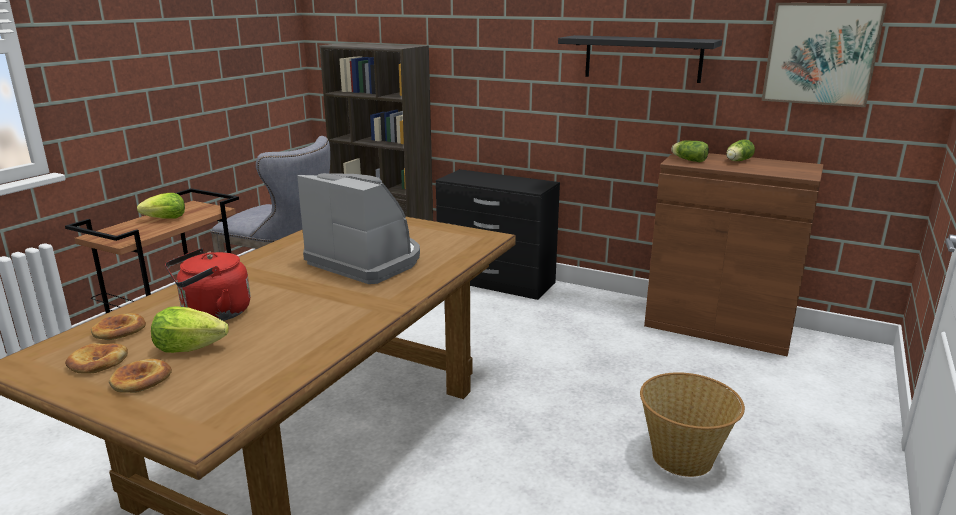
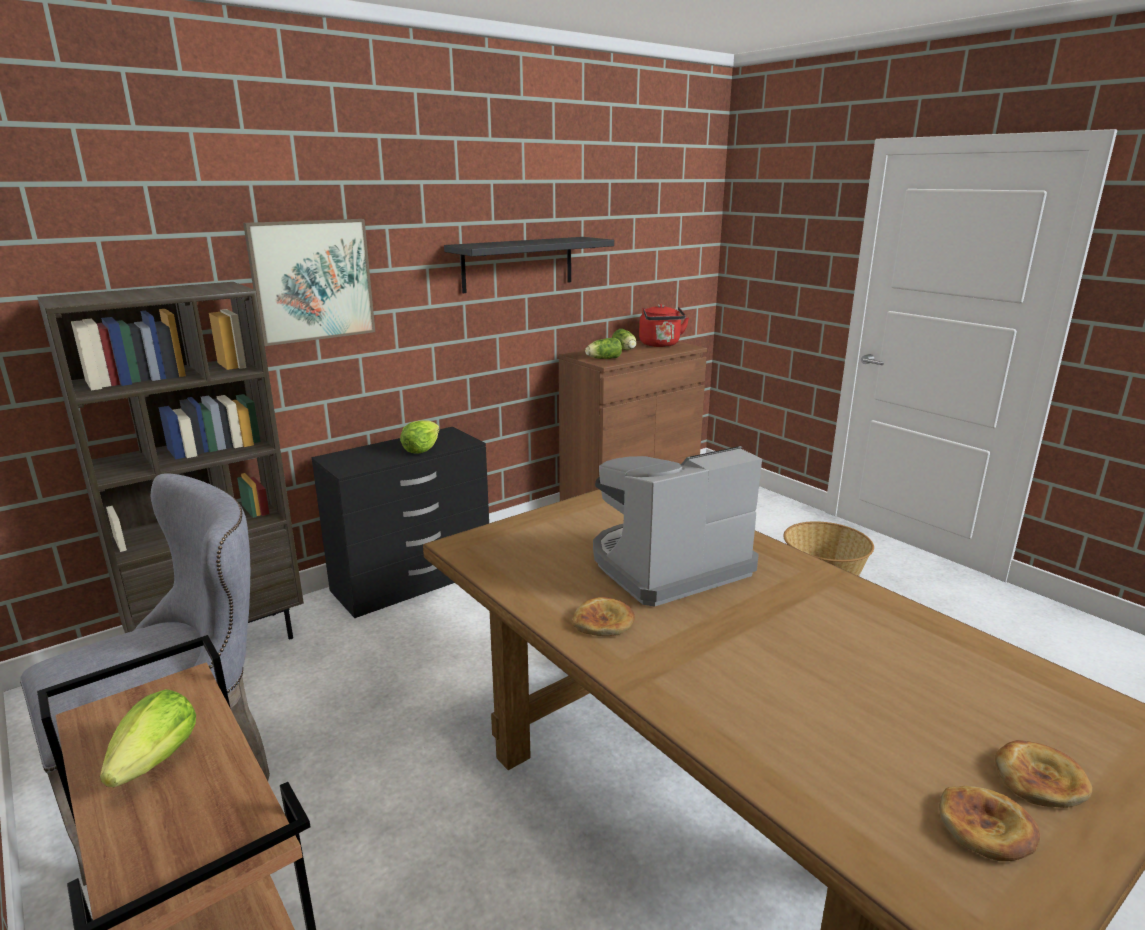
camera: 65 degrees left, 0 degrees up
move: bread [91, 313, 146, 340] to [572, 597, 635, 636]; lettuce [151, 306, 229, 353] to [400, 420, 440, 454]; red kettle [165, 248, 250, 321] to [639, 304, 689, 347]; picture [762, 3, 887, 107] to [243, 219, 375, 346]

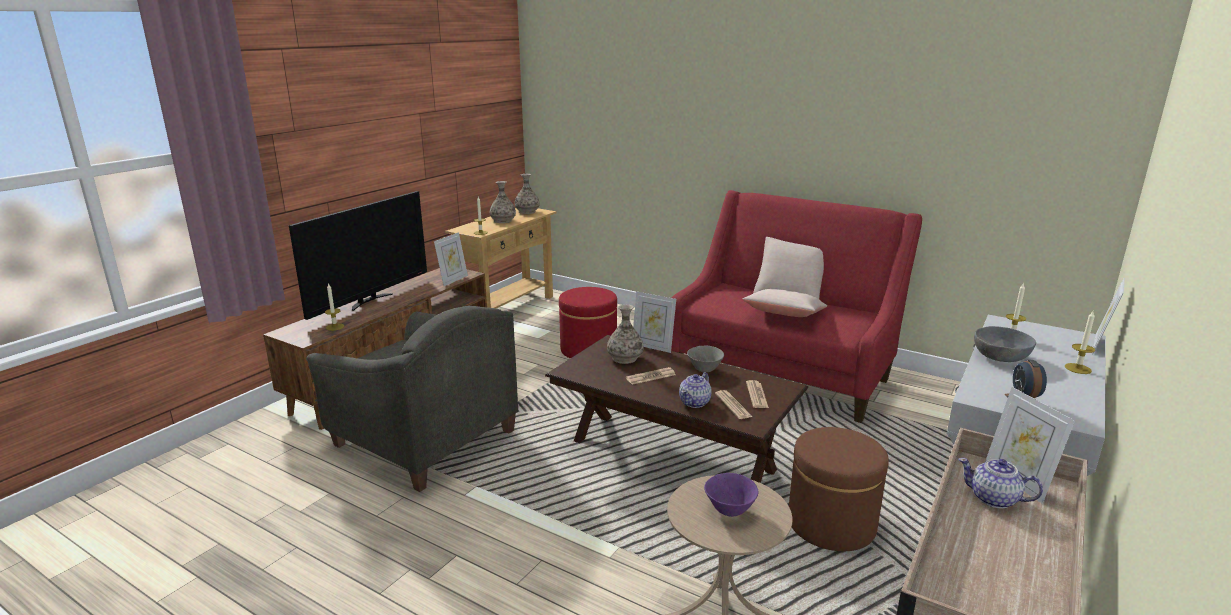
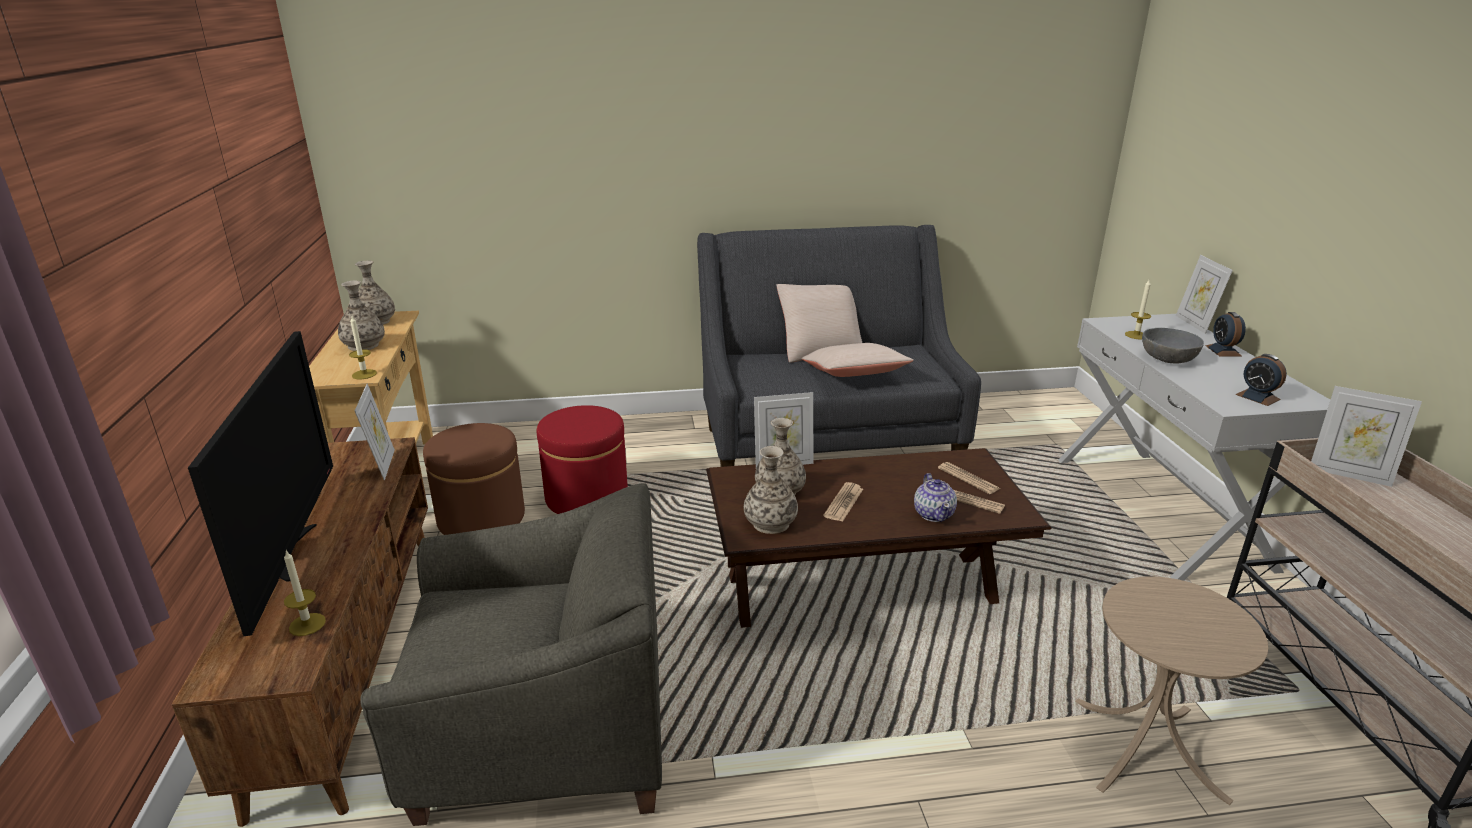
camera: 40 degrees left, 5 degrees up
delete: grey bowl [687, 346, 724, 373]; purple bowl [704, 473, 758, 517]; teapot [958, 458, 1043, 509]
insert: vase [744, 446, 798, 534]
move: brown ottoman [789, 427, 889, 551] to [423, 423, 525, 535]
replace: candle [1065, 311, 1095, 374] to alarm clock [1205, 312, 1246, 357]
recolor: red sofa [671, 190, 922, 423] to grey sofa [697, 225, 981, 467]

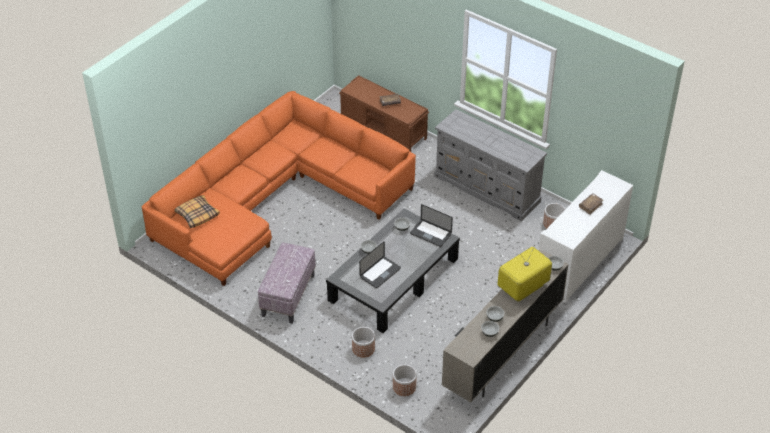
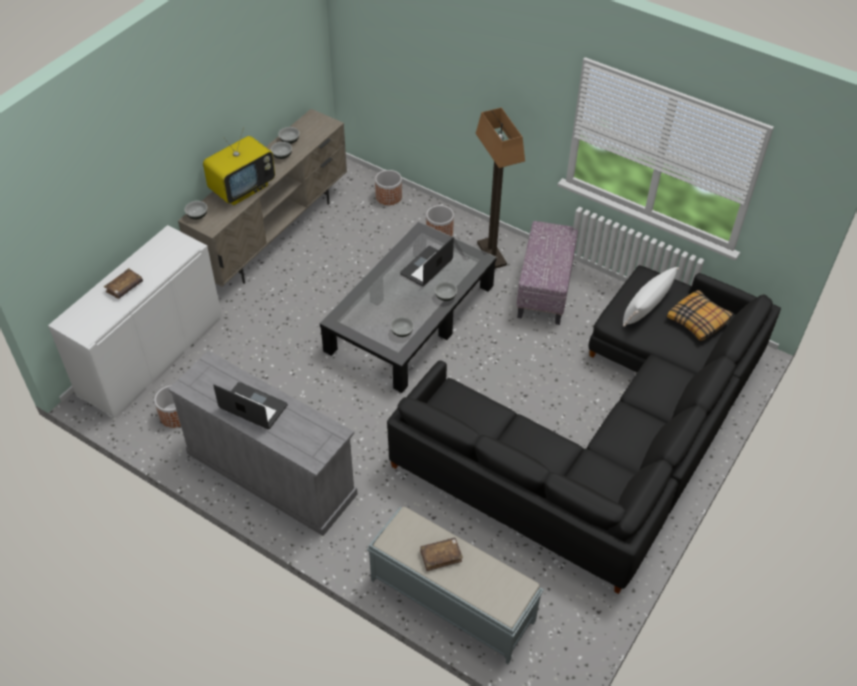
camera: 175 degrees right, 5 degrees up
insert: floor lamp [476, 107, 525, 269]; white pillow [623, 267, 679, 327]
move: laptop [410, 204, 453, 247] to [213, 382, 288, 429]
recolor: orange sofa [142, 91, 416, 286] to black sofa [387, 265, 781, 594]; brown bench [339, 75, 429, 152] to grey bench [367, 506, 544, 664]

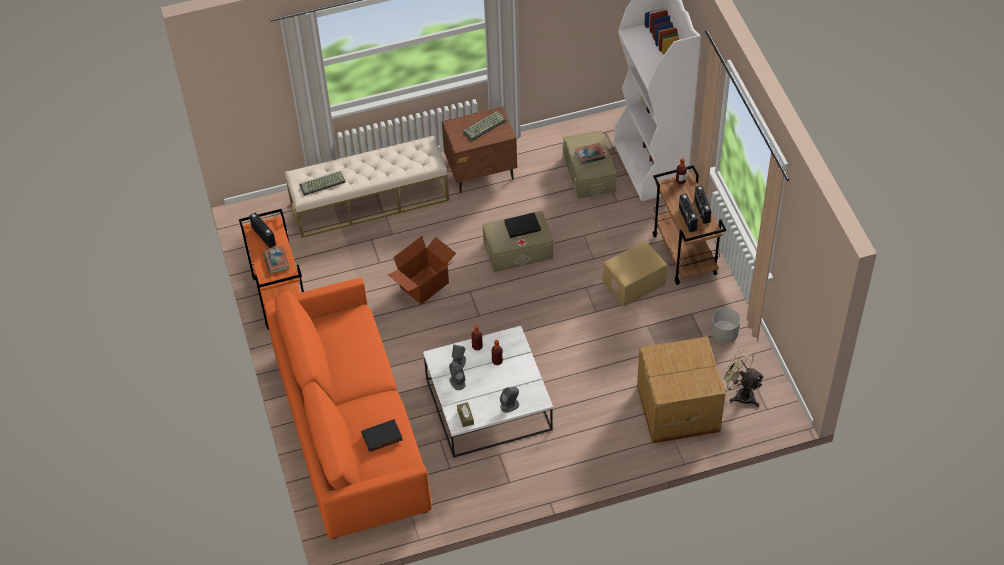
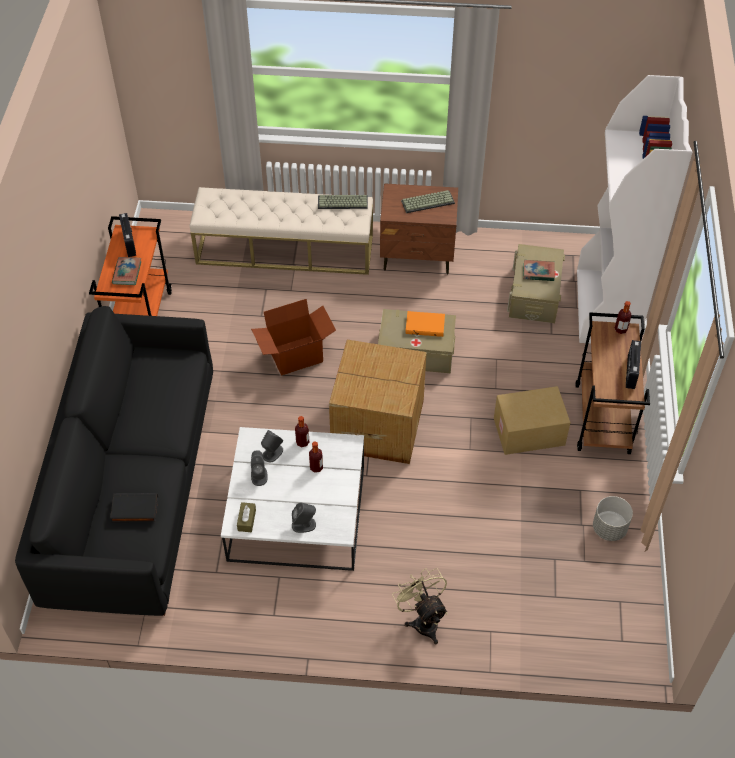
camera: 20 degrees right, 0 degrees up
delete: radio [679, 194, 698, 232]
move: keyboard [299, 171, 346, 196] to [318, 195, 368, 209]; cardboard box [637, 336, 726, 443] to [329, 340, 427, 464]; beige fan [722, 349, 765, 407] to [392, 568, 447, 644]
recolor: orange sofa [264, 278, 432, 539] to black sofa [15, 306, 213, 616]; black book [504, 212, 541, 238] to orange book [405, 311, 445, 337]

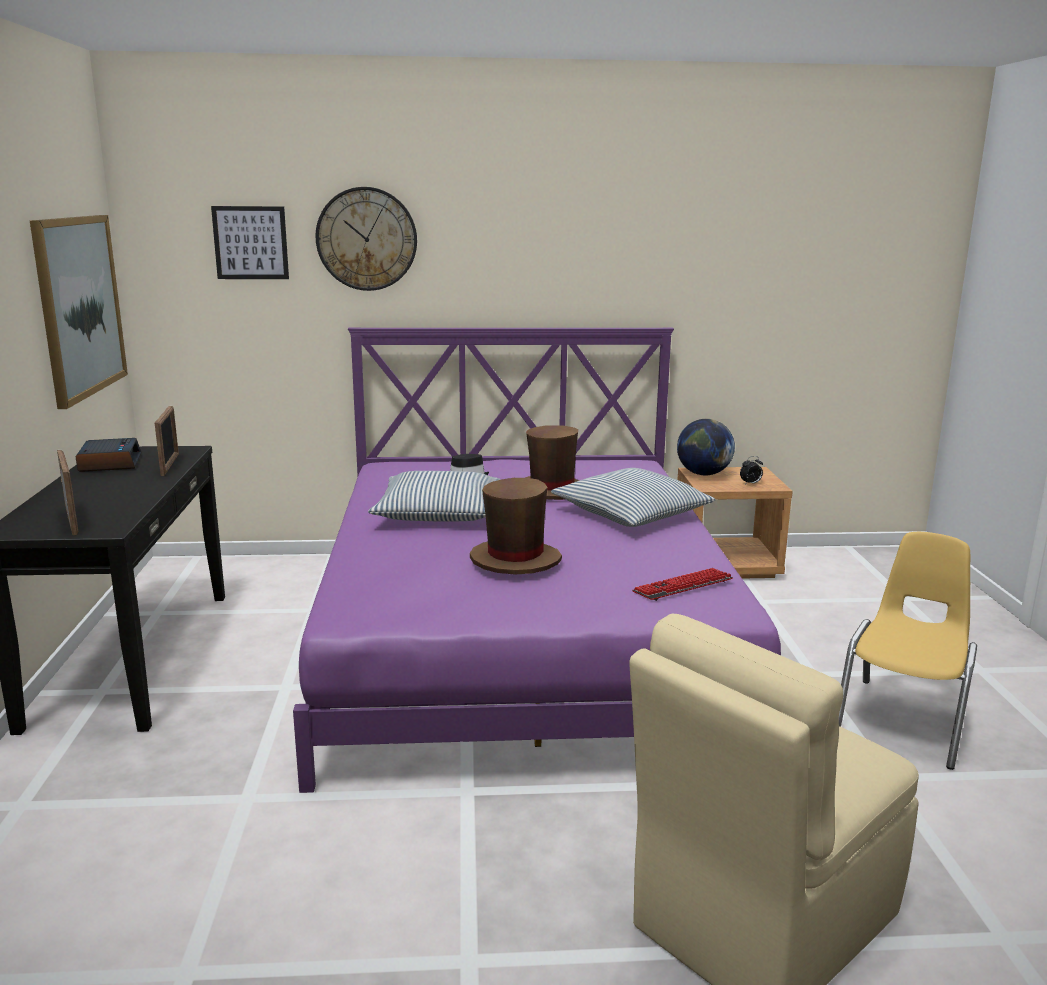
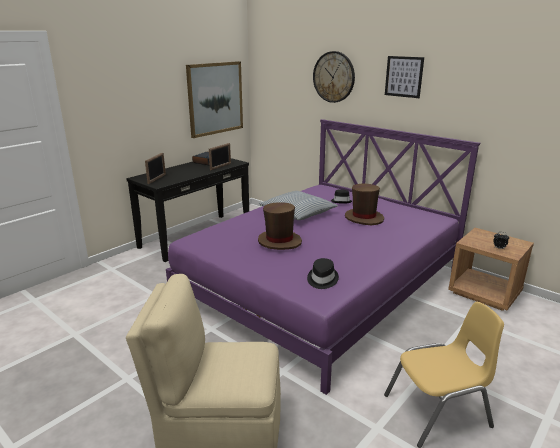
camera: 45 degrees right, 5 degrees up
delete: pillow [551, 468, 716, 527]; globe [677, 419, 735, 475]
move: picture [211, 206, 289, 279] to [385, 56, 424, 98]
replace: keyboard [632, 568, 733, 601] to black hat [307, 258, 339, 289]

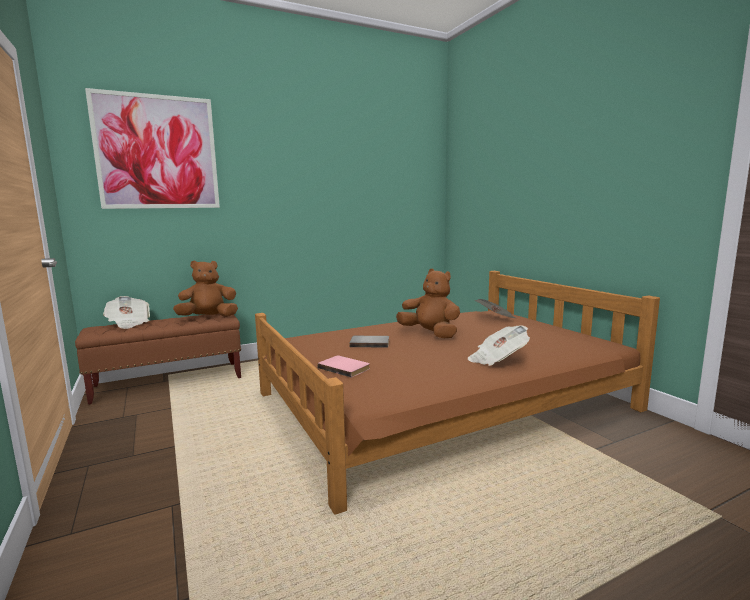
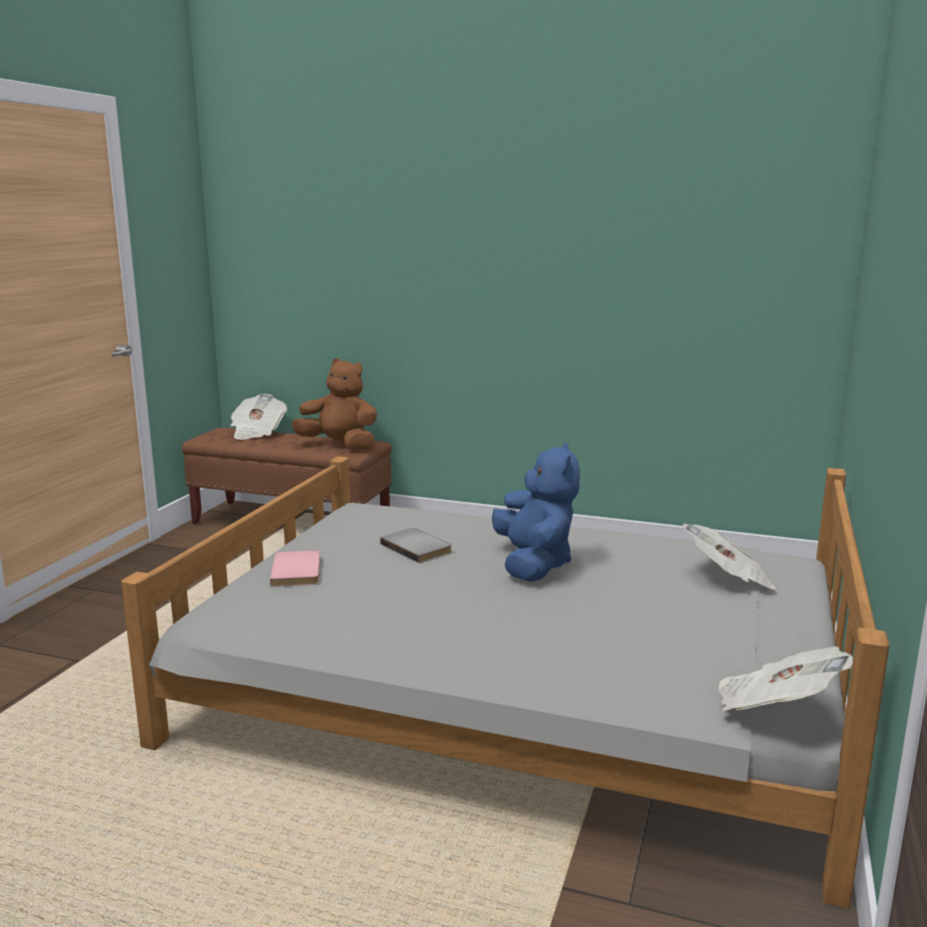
camera: 45 degrees right, 5 degrees up
delete: picture [85, 88, 220, 209]
move: newspaper [468, 325, 530, 366] to [719, 647, 853, 711]
recolor: brown bed [255, 271, 660, 515] to grey bed [121, 456, 889, 909]; brown plush toy [396, 268, 460, 338] to blue plush toy [492, 442, 580, 582]

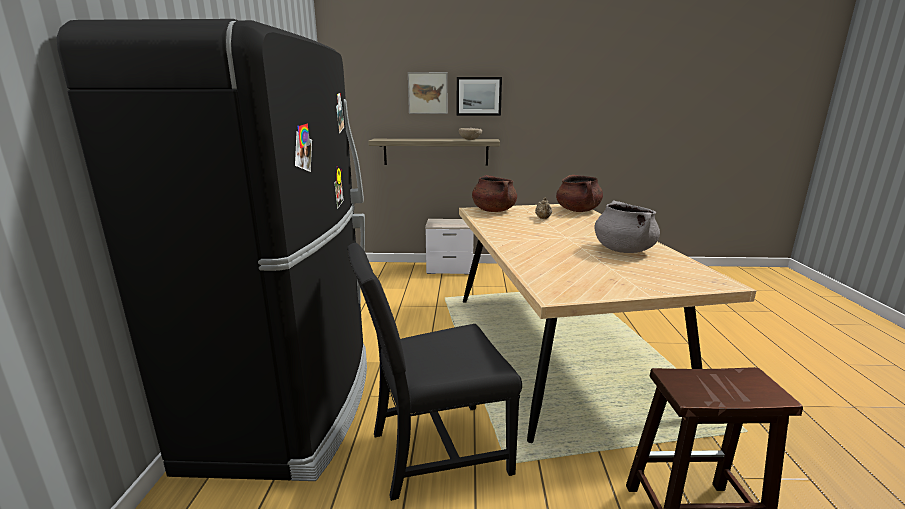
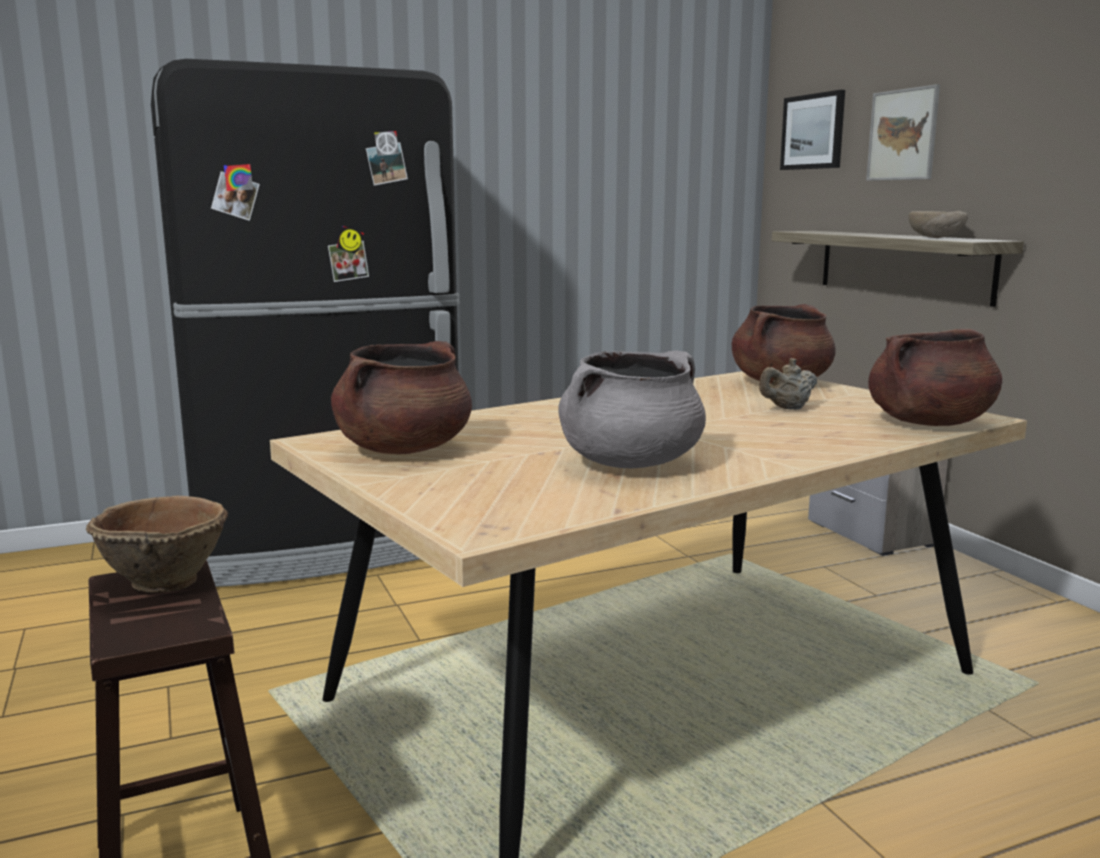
camera: 65 degrees right, 5 degrees down
delete: black chair [347, 243, 522, 501]
insert: brown bowl [86, 496, 228, 593]; brown cooking pot [331, 341, 472, 454]
move: picture [457, 77, 502, 116] to [780, 90, 845, 170]

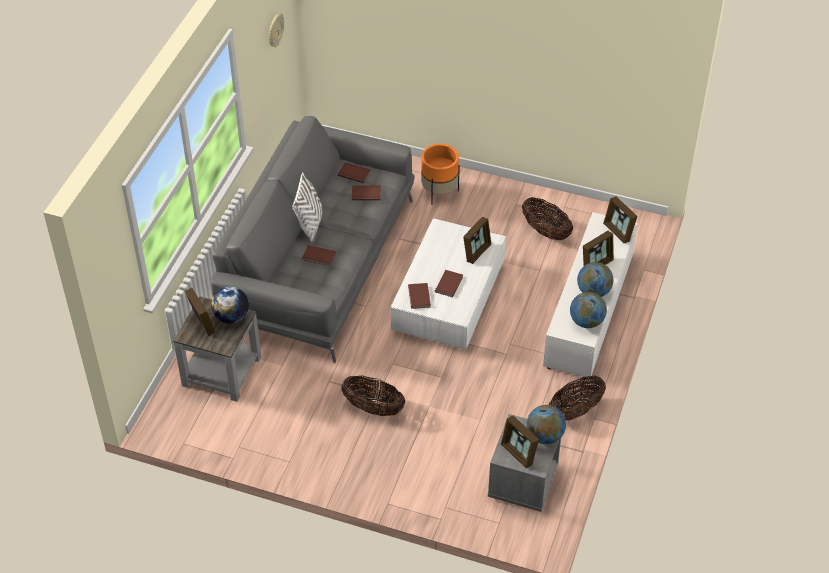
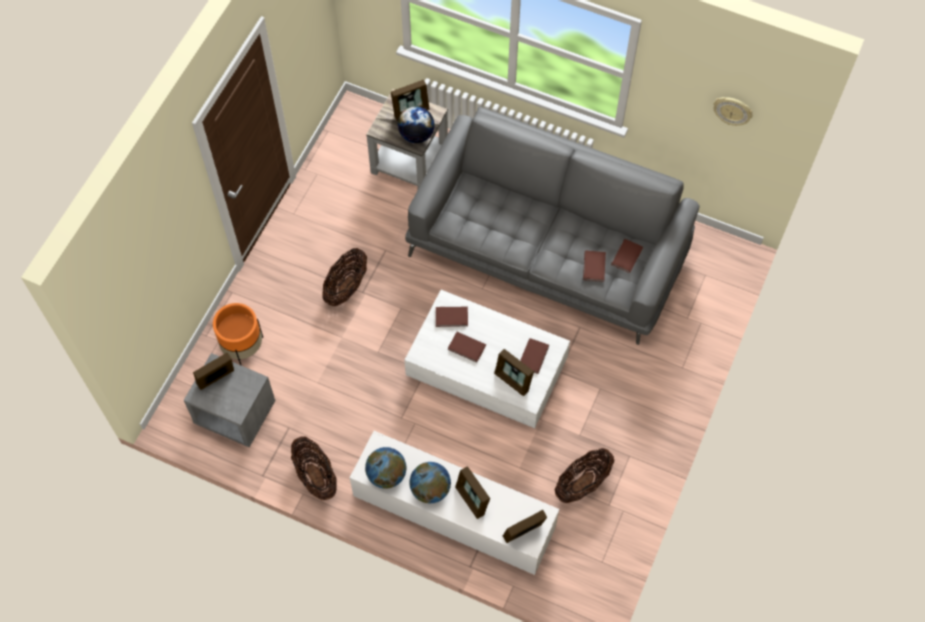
camera: 95 degrees right, 15 degrees up
delete: white pillow [292, 172, 322, 243]; globe [527, 405, 566, 444]
move: brown book [302, 245, 336, 266] to [520, 338, 549, 374]; orange planter [421, 144, 460, 205] to [213, 303, 263, 366]

